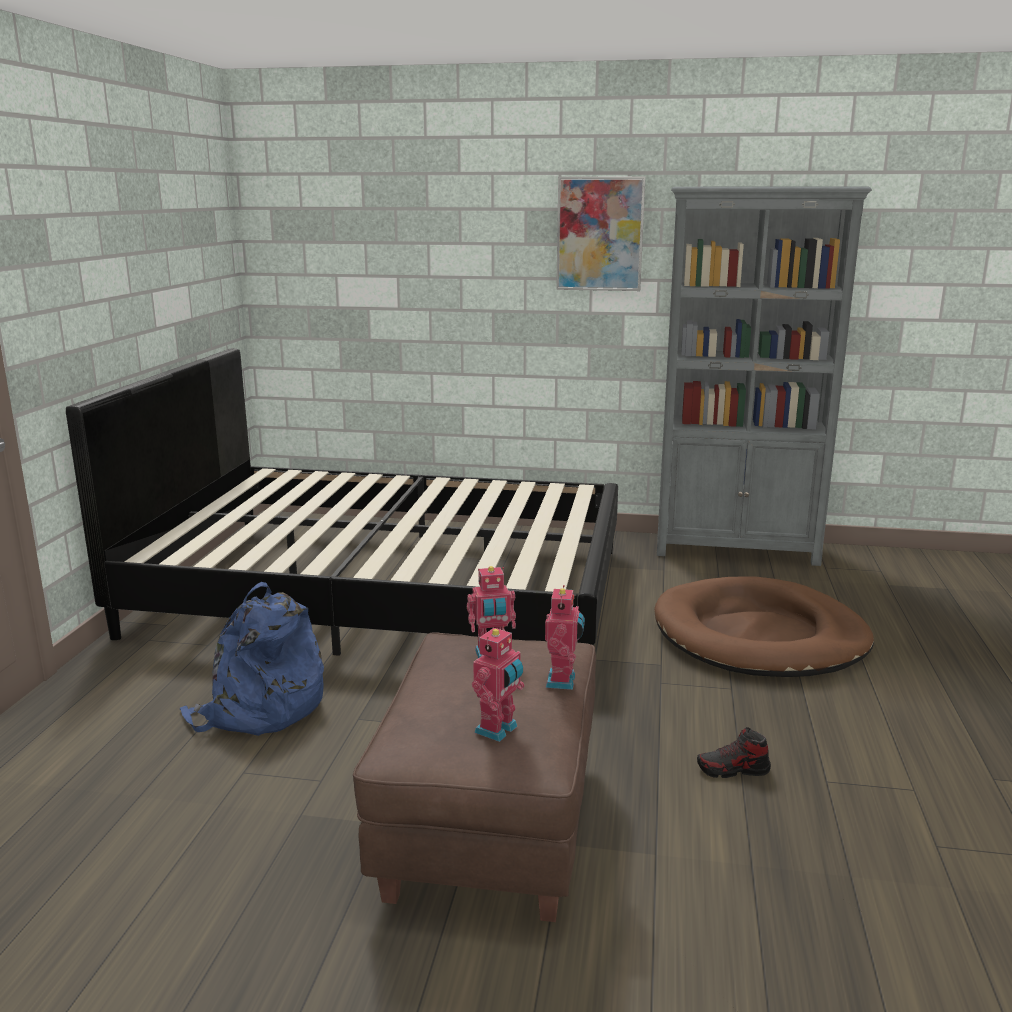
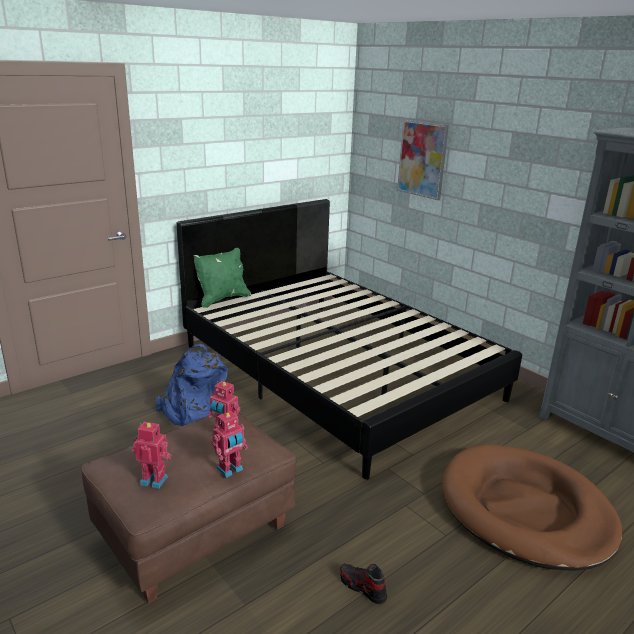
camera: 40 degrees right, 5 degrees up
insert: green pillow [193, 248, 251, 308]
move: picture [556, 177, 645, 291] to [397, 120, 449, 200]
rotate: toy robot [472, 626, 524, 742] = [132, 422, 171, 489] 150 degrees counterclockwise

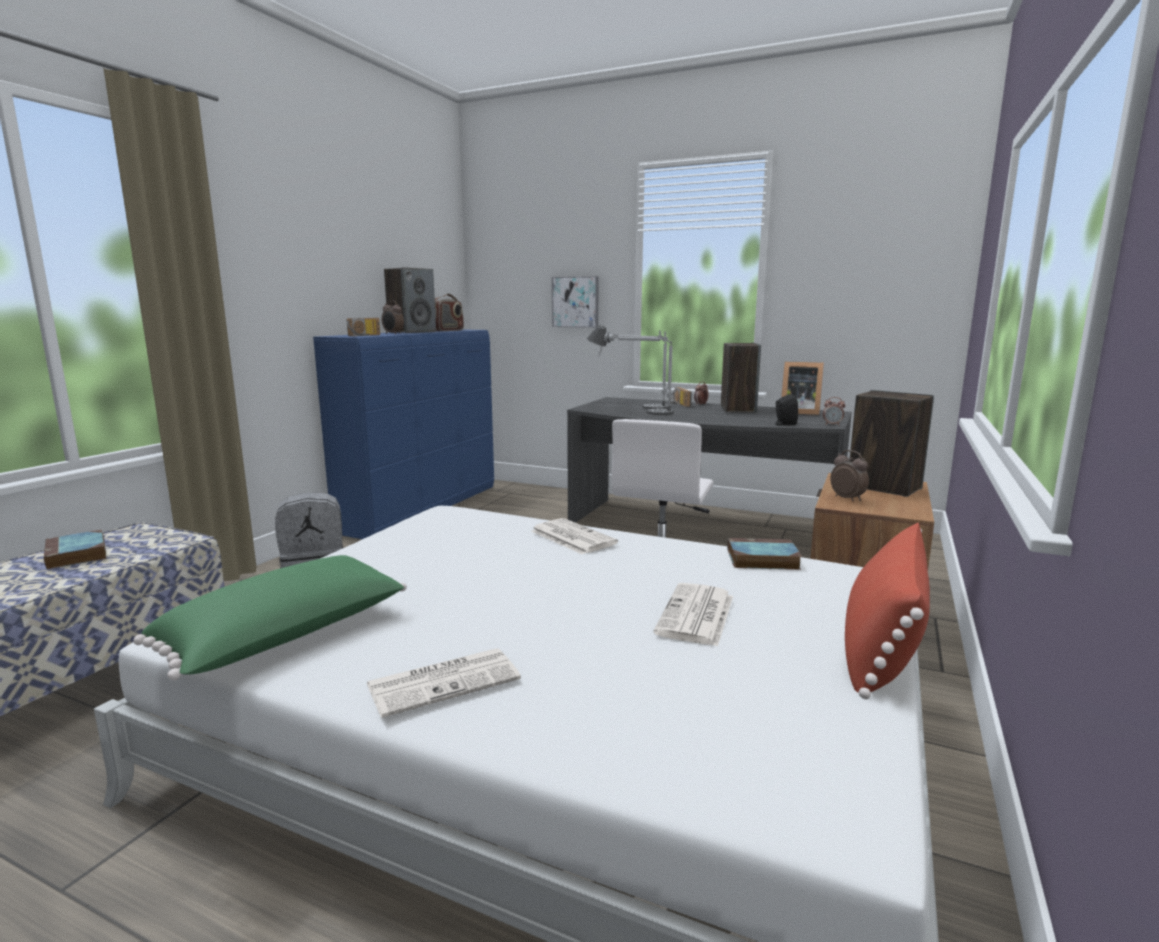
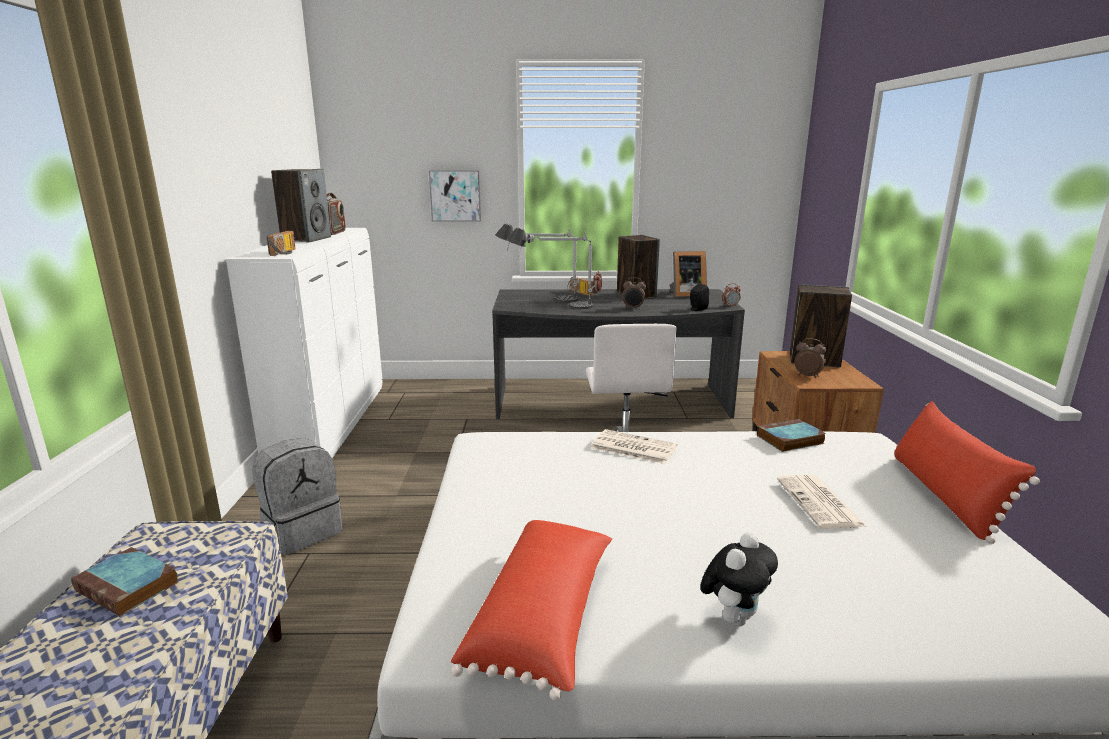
camera: 25 degrees left, 5 degrees up
move: alarm clock [382, 300, 404, 334] to [622, 277, 646, 309]
replace: newspaper [366, 648, 521, 718] to plush toy [700, 532, 778, 627]
recolor: green pillow [133, 555, 407, 681] to red pillow [451, 520, 612, 701]; blue dresser [313, 330, 494, 539] to white dresser [226, 228, 383, 458]

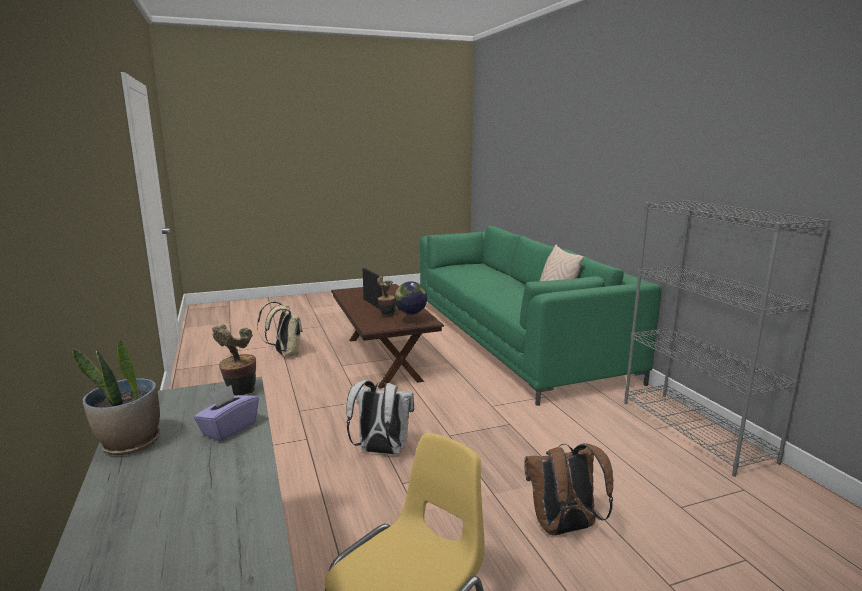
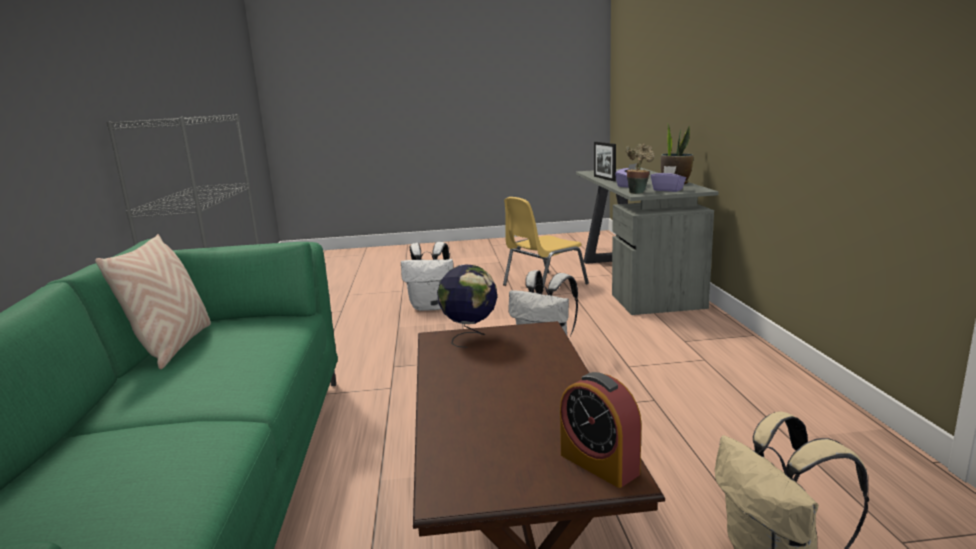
camera: 165 degrees left, 0 degrees up
delete: potted plant [377, 276, 396, 316]
insert: alarm clock [560, 372, 641, 488]; purple tissue box [651, 166, 686, 192]
move: picture frame [363, 268, 382, 309] to [594, 142, 616, 181]
recolor: brown backpack [524, 443, 613, 535] to white backpack [401, 242, 453, 311]

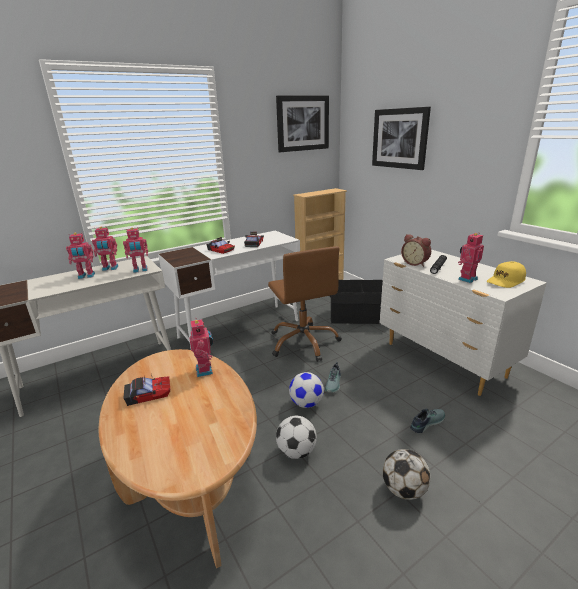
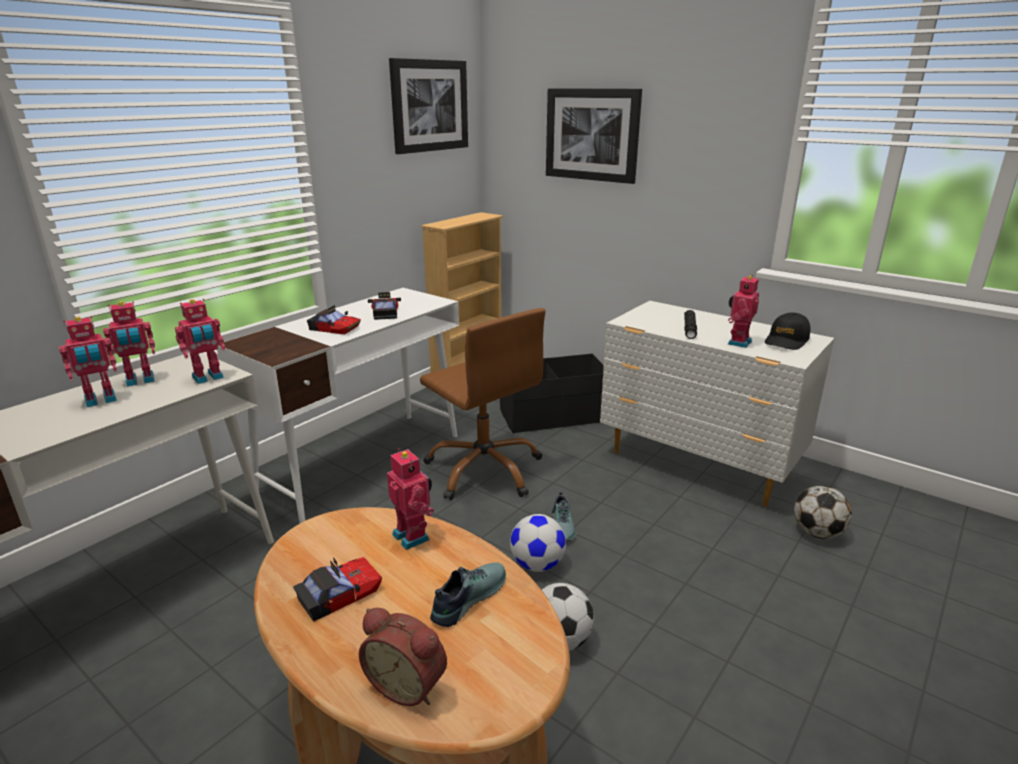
camera: 20 degrees left, 0 degrees up
move: football [383, 449, 430, 500] to [794, 485, 852, 539]; alarm clock [401, 234, 431, 267] to [359, 608, 447, 706]; shoe [410, 408, 445, 433] to [430, 562, 506, 627]
recolor: yellow cap [487, 261, 526, 288] to black cap [765, 312, 810, 350]

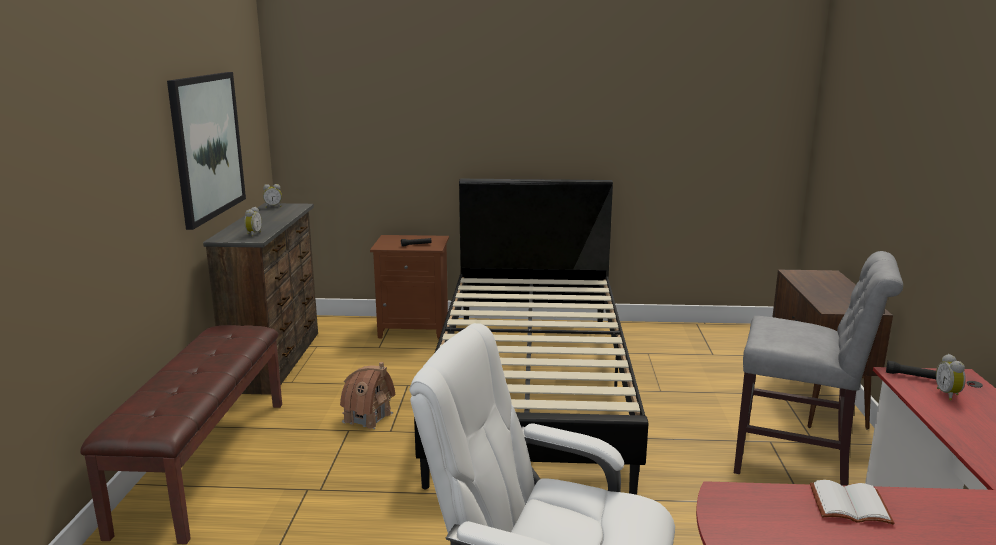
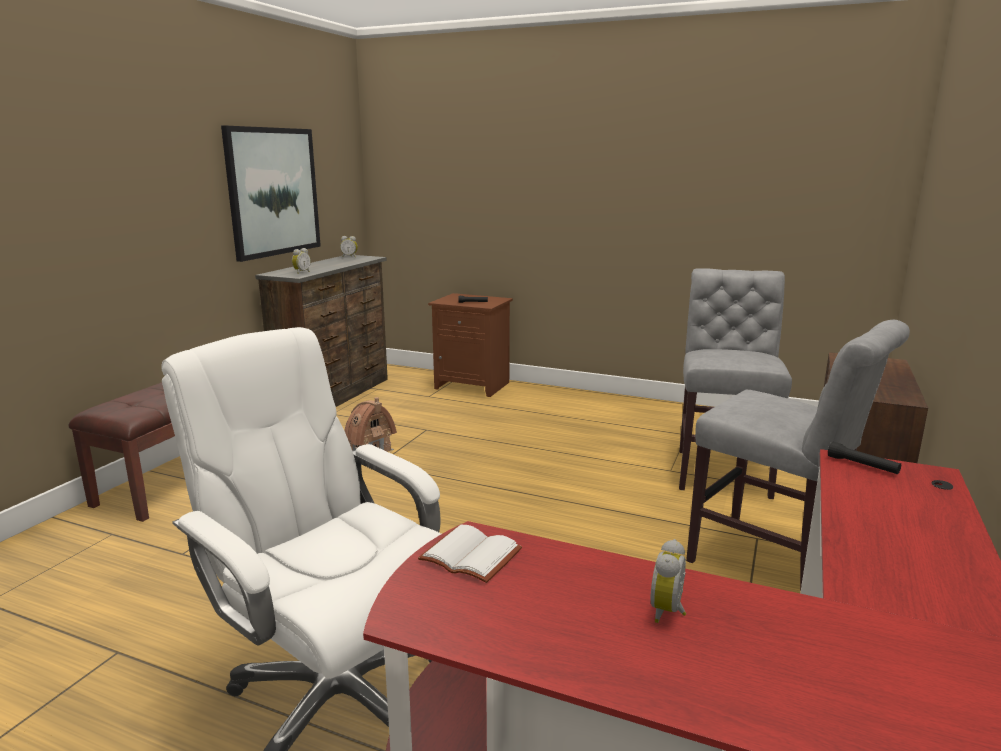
camera: 20 degrees right, 0 degrees up
delete: black bed [414, 179, 648, 495]
insert: grey chair [679, 268, 792, 499]
move: white book [810, 480, 895, 525] to [418, 525, 522, 583]; alarm clock [936, 354, 966, 400] to [650, 539, 686, 623]

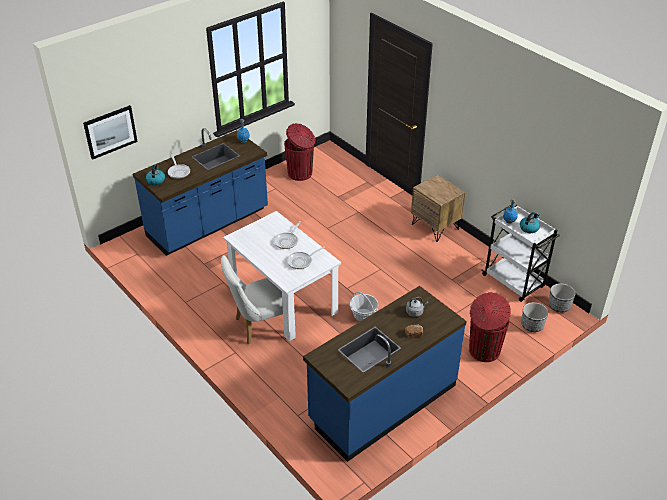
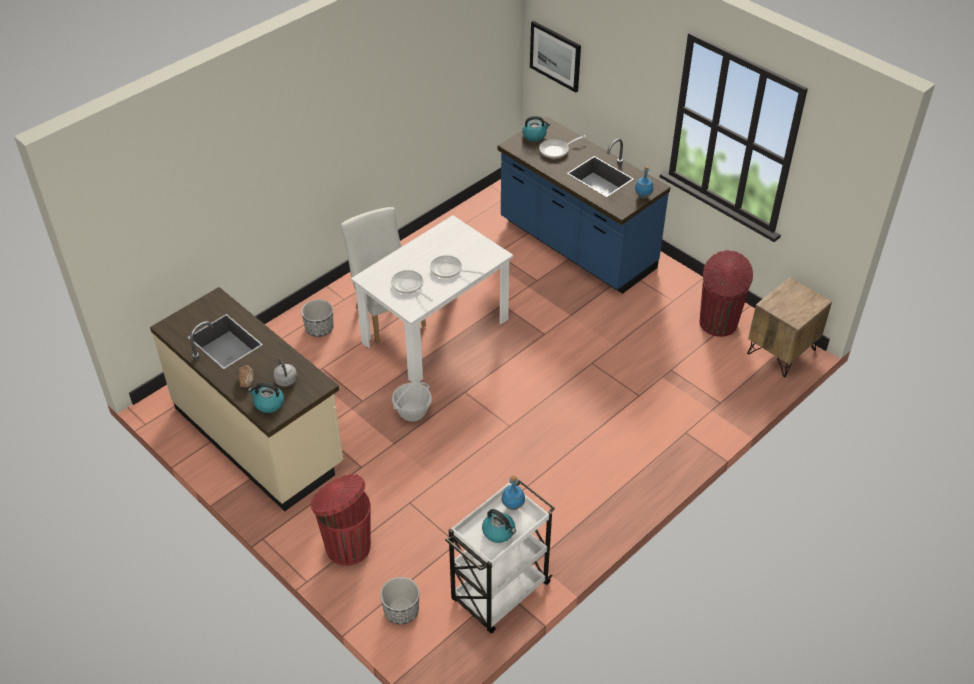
camera: 85 degrees right, 5 degrees up
insert: kettle [248, 383, 284, 413]
move: brown nightstand [411, 175, 465, 242] to [747, 277, 832, 377]; planter [549, 283, 575, 312] to [301, 299, 334, 337]
recolor: blue counter [303, 286, 466, 462] to beige counter [150, 287, 343, 511]

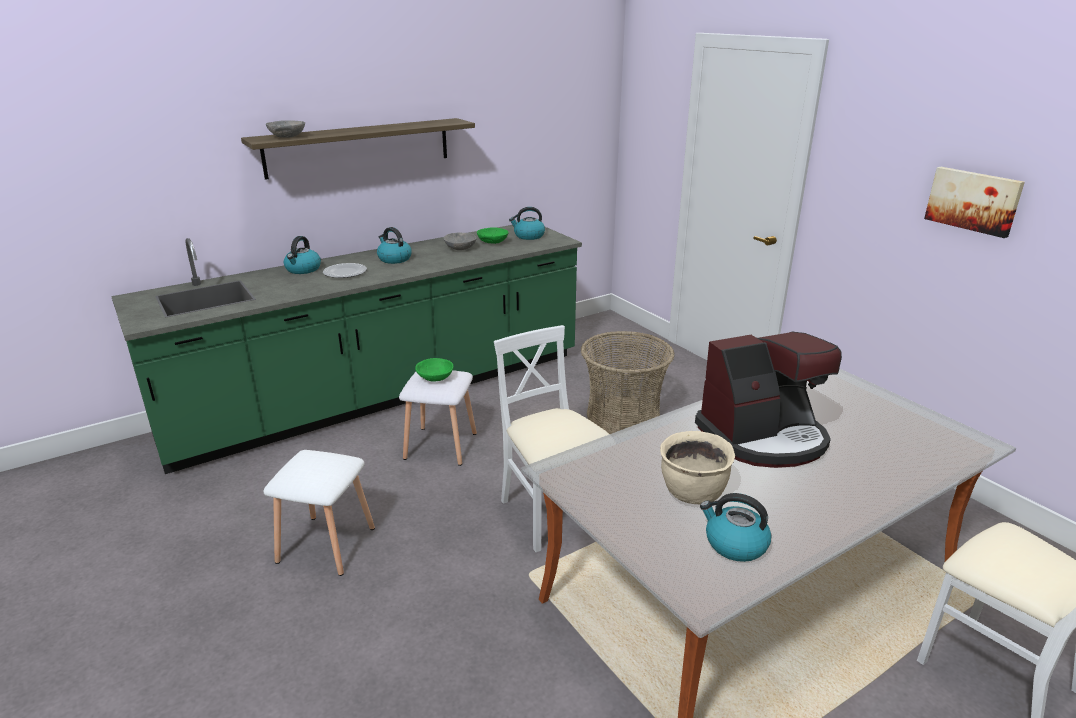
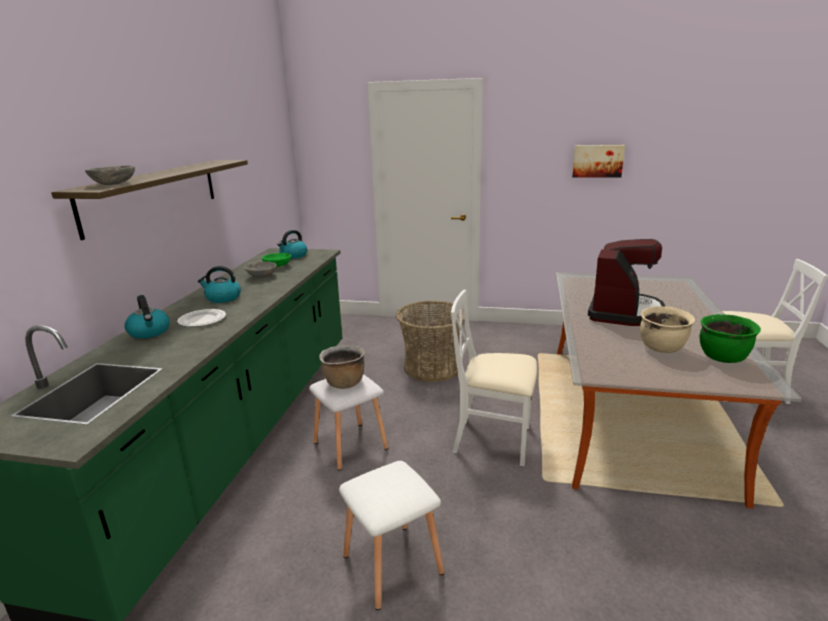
camera: 45 degrees left, 5 degrees down
replace: green bowl [415, 358, 454, 382] to brown cooking pot [319, 345, 365, 389]; kettle [700, 493, 771, 562] to green cooking pot [699, 314, 761, 363]

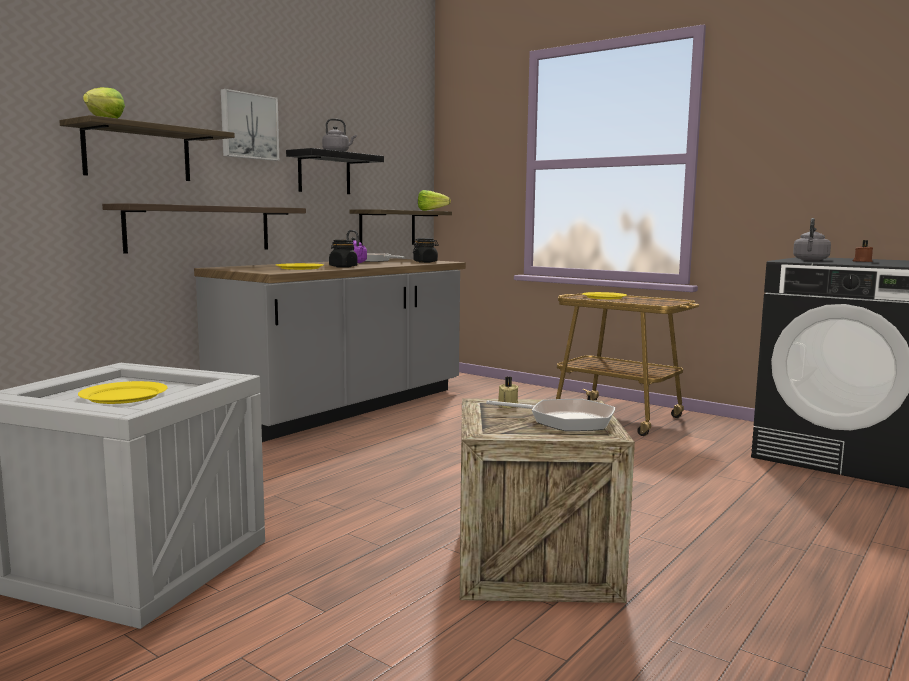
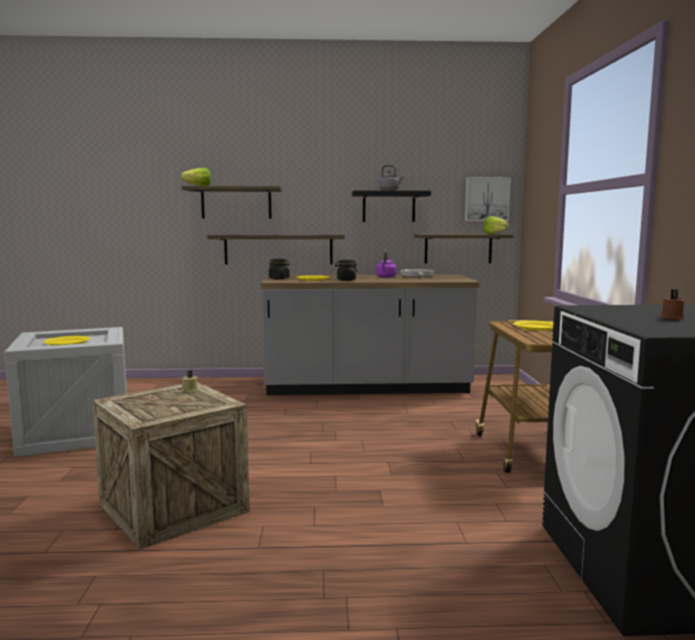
camera: 50 degrees right, 0 degrees up
delete: frying pan [486, 399, 615, 431]; grey kettle [793, 218, 831, 261]
move: picture [221, 89, 279, 161] to [465, 177, 511, 221]; black jar [413, 238, 439, 263] to [269, 259, 290, 279]

